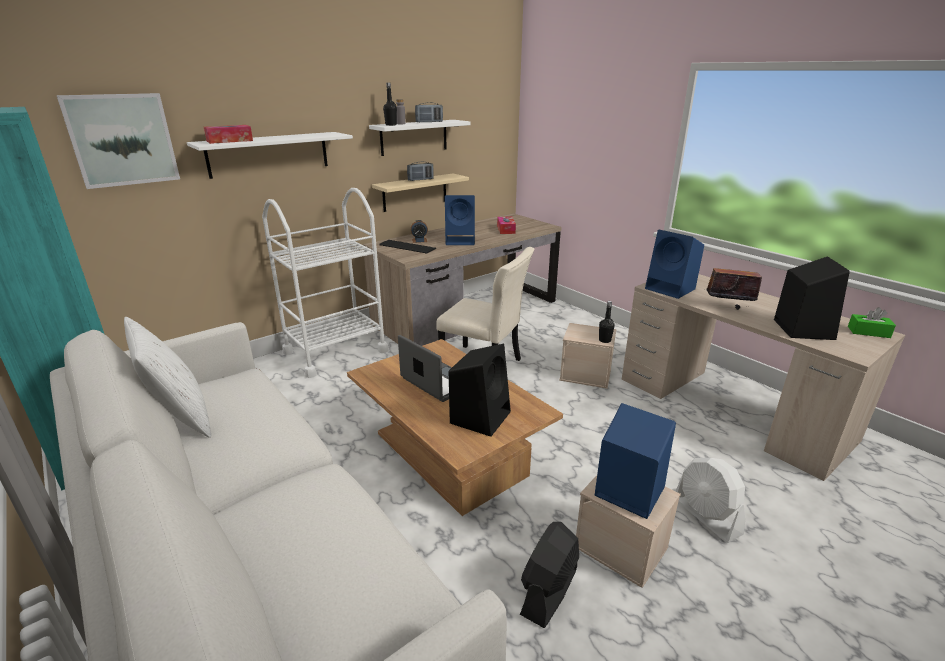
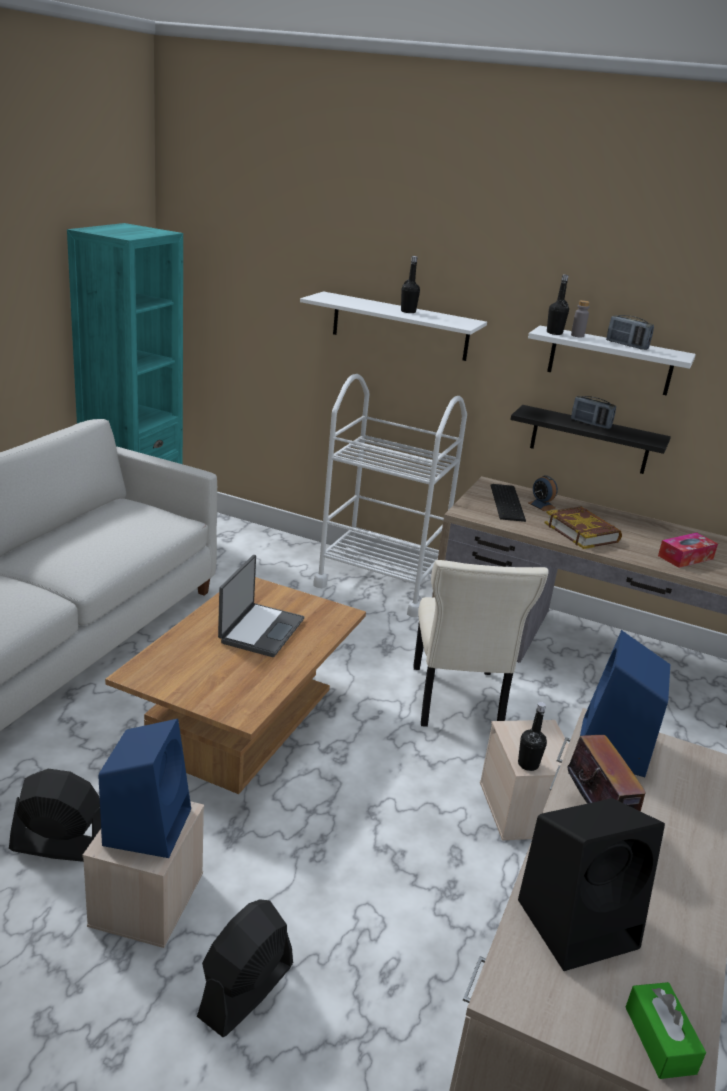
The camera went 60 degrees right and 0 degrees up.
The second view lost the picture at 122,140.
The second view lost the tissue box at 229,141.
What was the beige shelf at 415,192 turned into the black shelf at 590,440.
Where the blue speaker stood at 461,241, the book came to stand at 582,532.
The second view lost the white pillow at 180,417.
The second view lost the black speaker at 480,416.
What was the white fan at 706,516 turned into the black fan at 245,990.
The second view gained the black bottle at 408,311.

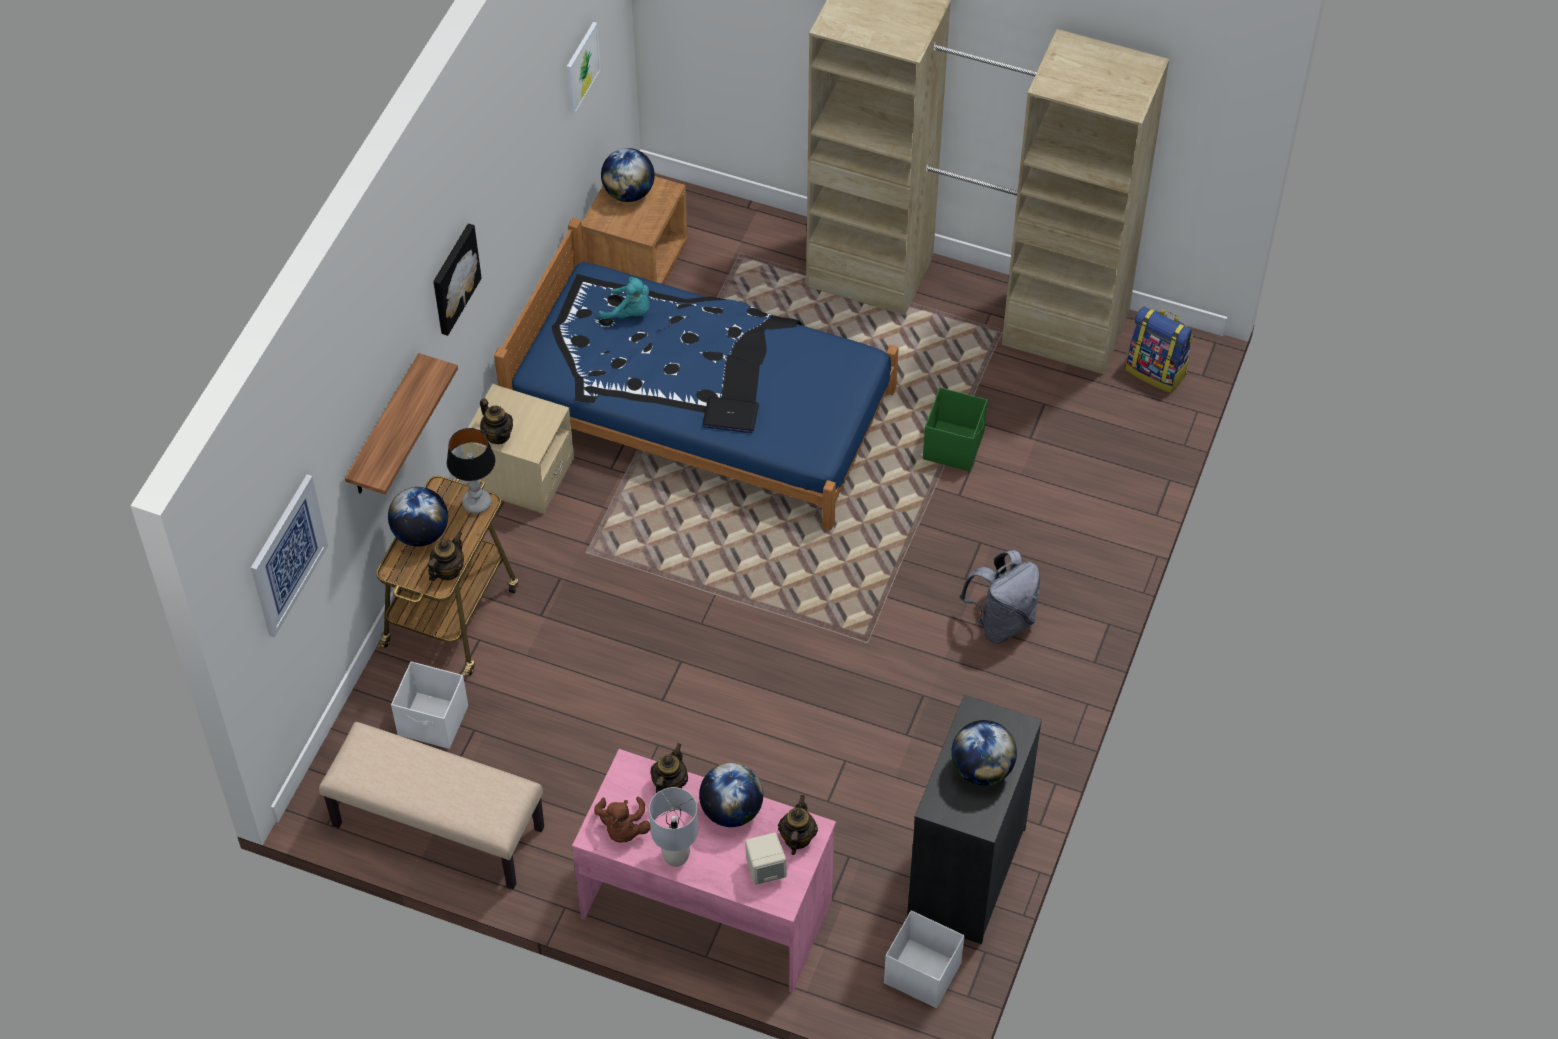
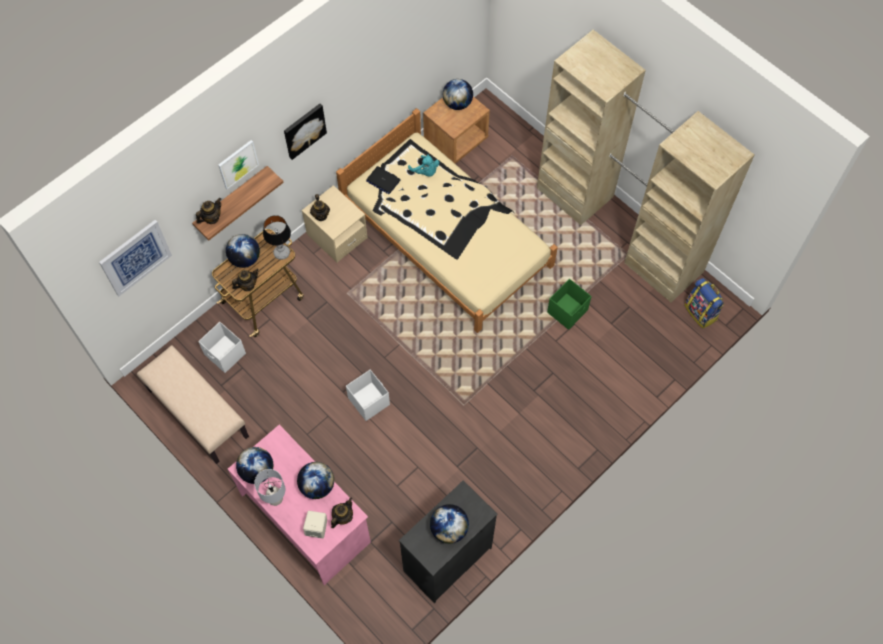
The camera went 25 degrees right and 10 degrees up.
The picture ended up elsewhere, having gone from 581,67 to 238,164.
What was the blue bed at 700,408 turned into the beige bed at 446,236.
The laptop ended up elsewhere, having gone from 730,416 to 383,180.
The second view lost the grey backpack at 1001,621.
The teapot ended up elsewhere, having gone from 669,785 to 211,218.
Where the brown plush toy stood at 623,829, the globe came to stand at 257,471.
The white storage box ended up elsewhere, having gone from 921,972 to 368,401.

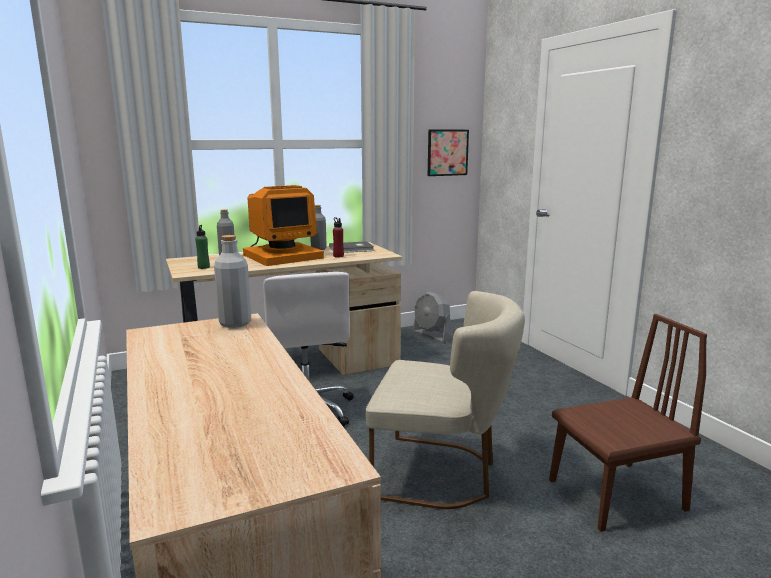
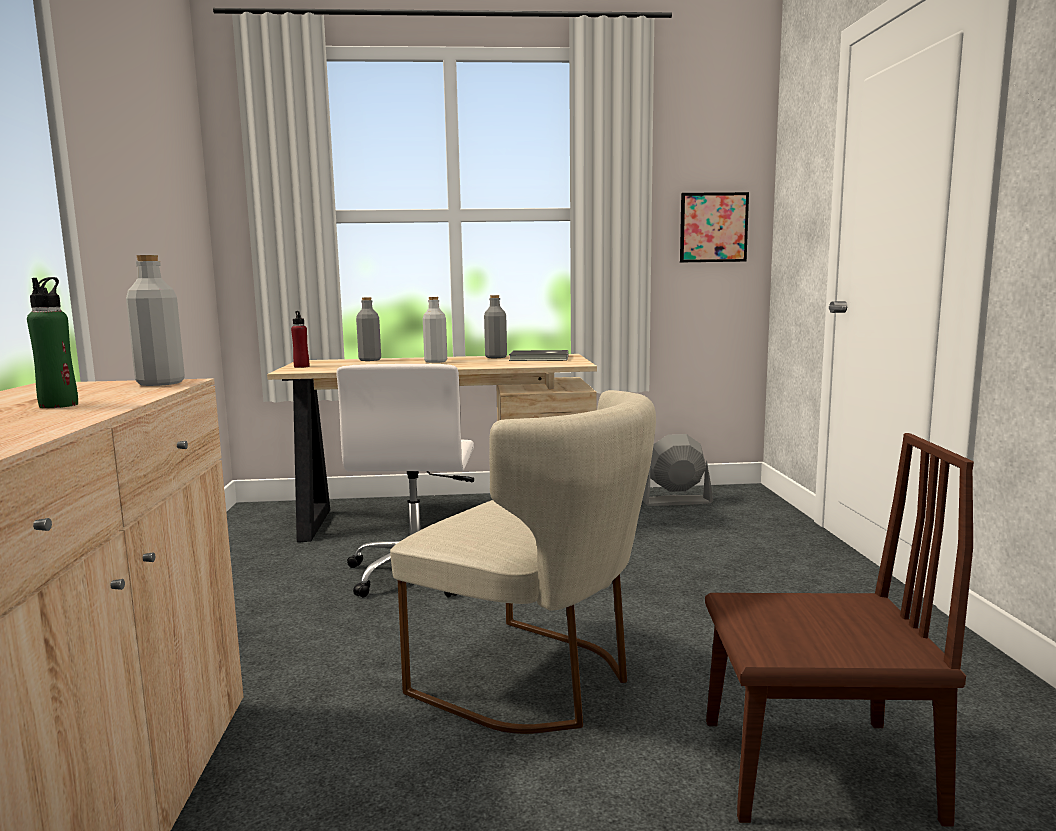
The camera went 20 degrees right and 5 degrees down.
Where the monitor stood at 282,256, the grey bottle came to stand at 436,361.
The red bottle ended up elsewhere, having gone from 338,256 to 301,366.
The green bottle ended up elsewhere, having gone from 203,267 to 59,405.
The grey fan at 432,335 ended up facing another way, 105 degrees clockwise from before.

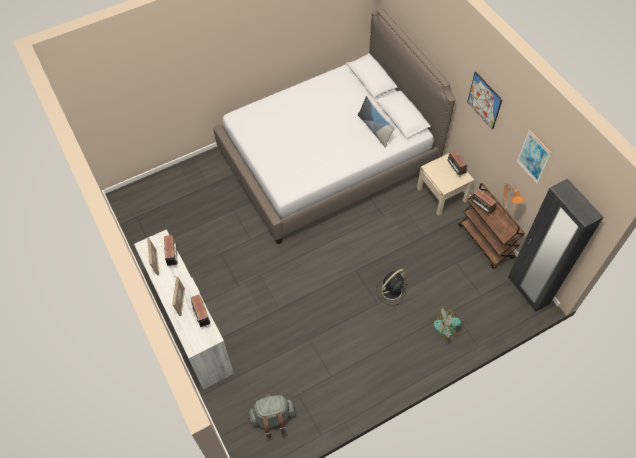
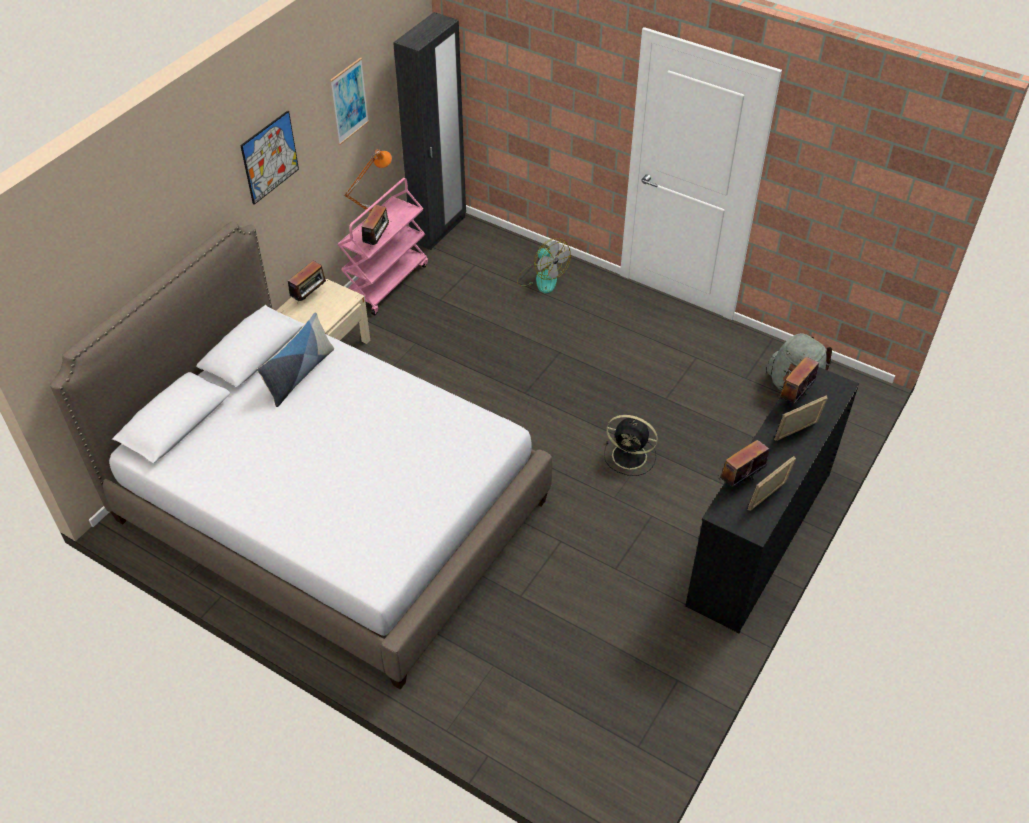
The camera went 120 degrees left and 10 degrees down.
What was the brown cart at 486,242 turned into the pink cart at 386,282.
What was the white dresser at 192,326 turned into the black dresser at 758,538.
The black fan ended up elsewhere, having gone from 391,291 to 631,456.

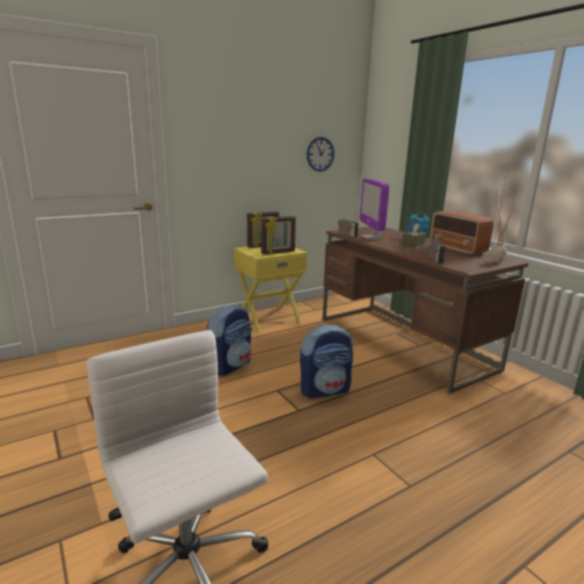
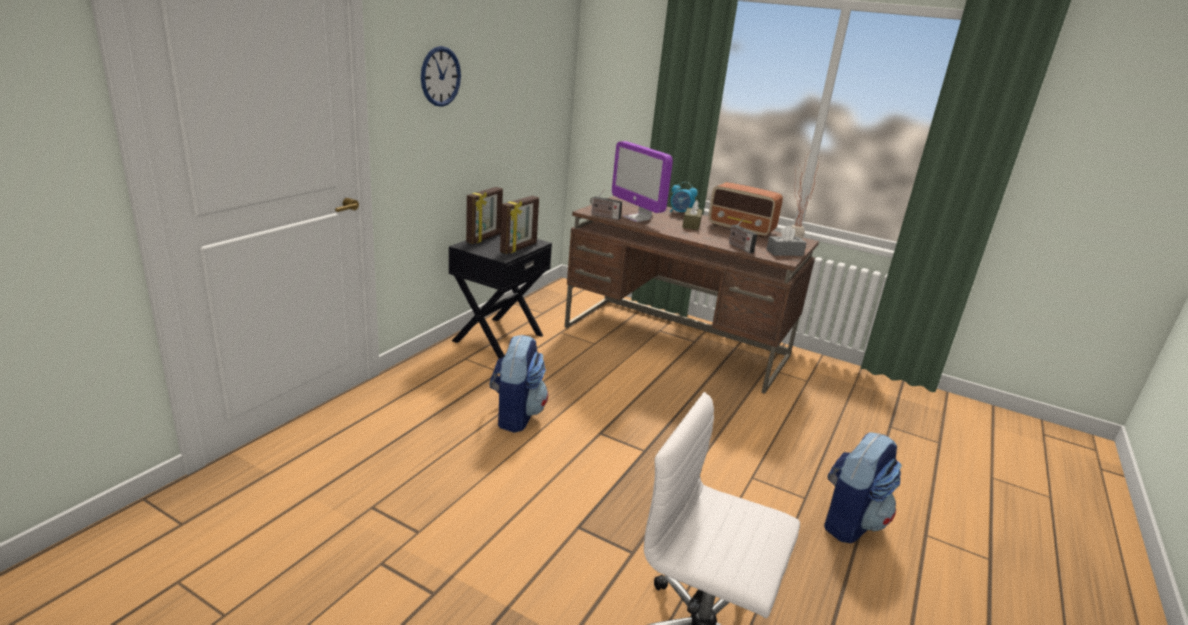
The camera went 30 degrees left and 5 degrees up.
The wall clock ended up elsewhere, having gone from 320,154 to 440,76.
What was the yellow nightstand at 268,319 turned into the black nightstand at 497,337.
The backpack ended up elsewhere, having gone from 325,390 to 849,522.
The second view gained the grey tissue box at 784,252.

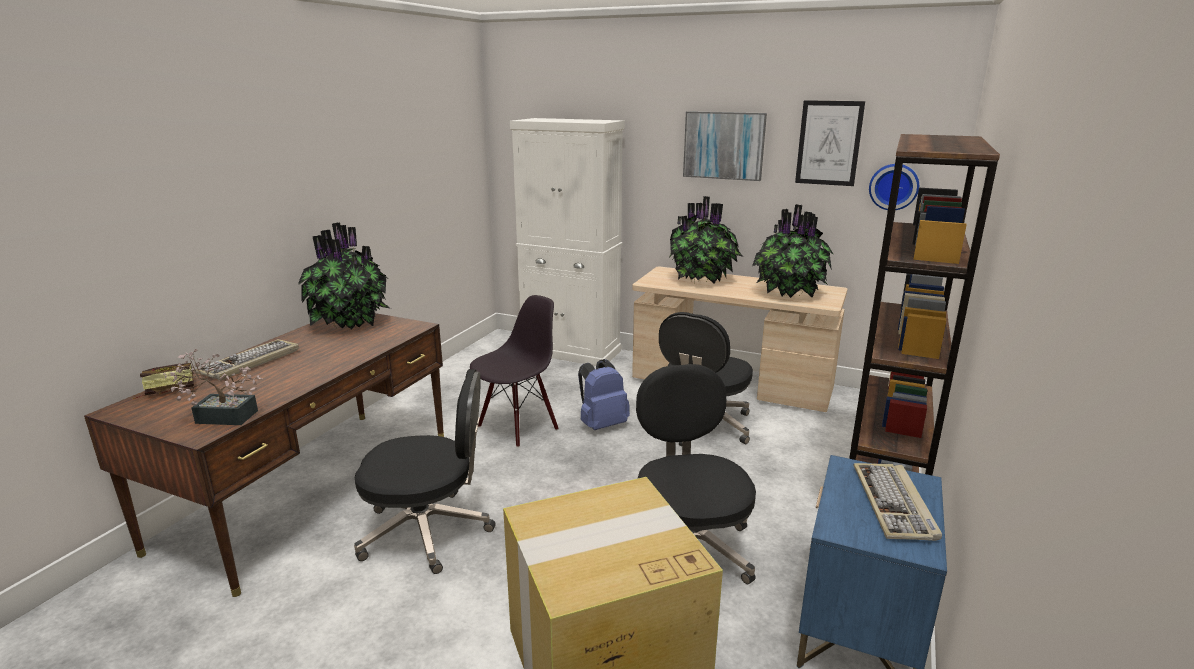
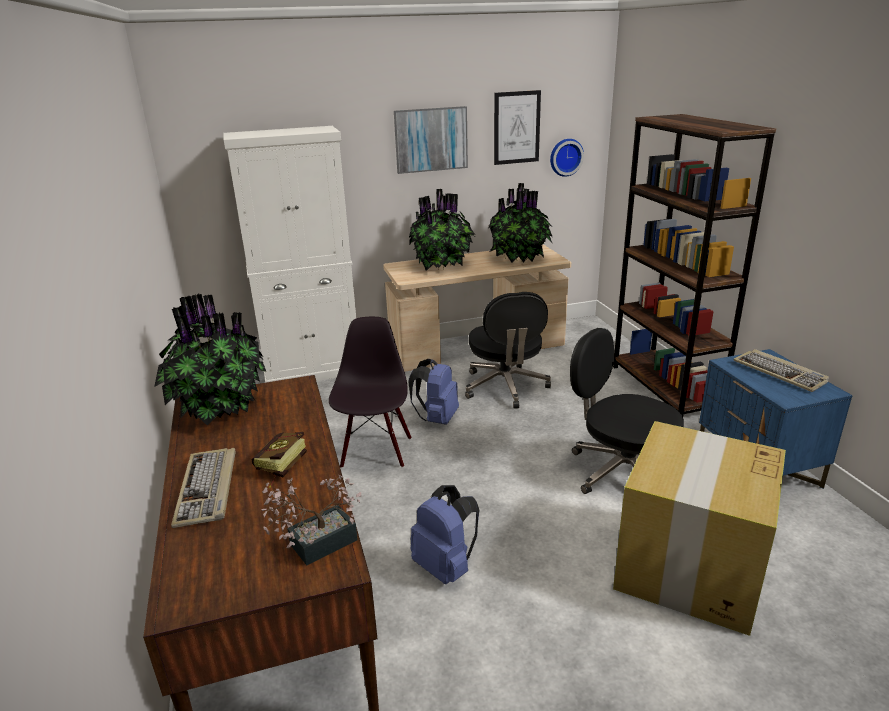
The camera went 40 degrees left and 5 degrees up.
The book ended up elsewhere, having gone from 164,390 to 279,468.
Where the black office chair stood at 428,531, the blue backpack came to stand at 446,567.

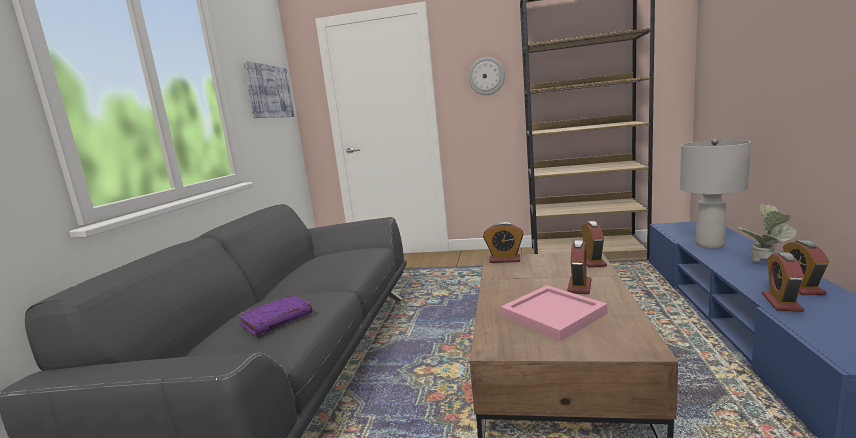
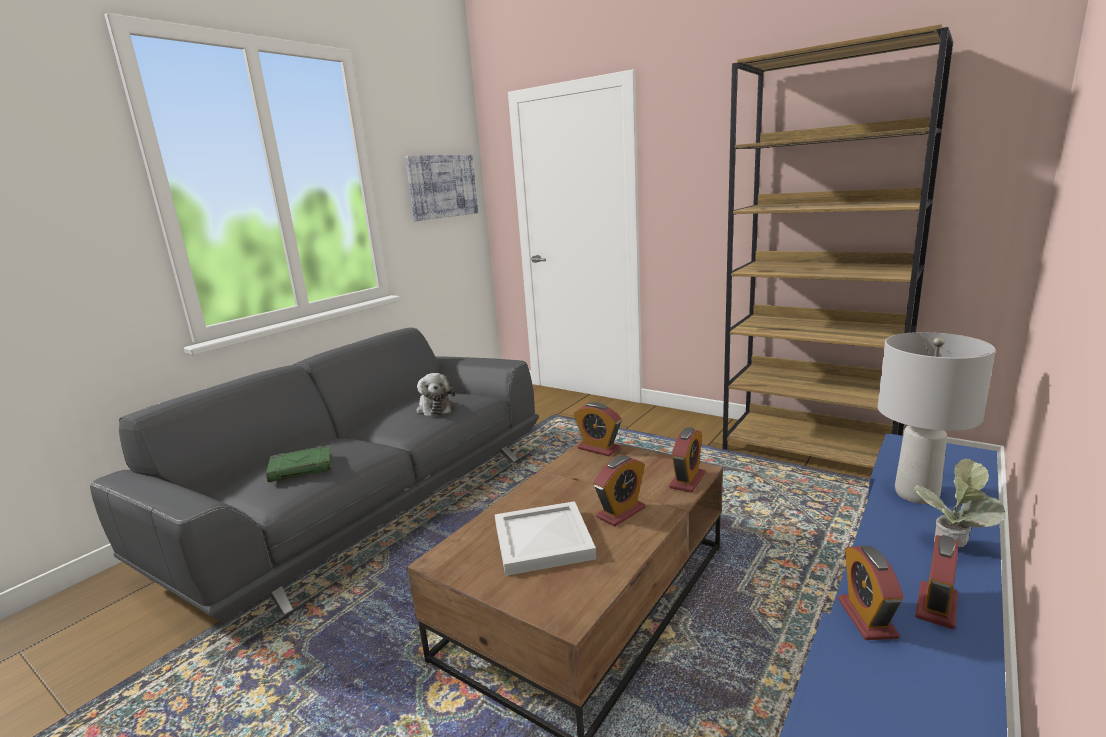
The camera went 25 degrees right and 5 degrees up.
The second view lost the wall clock at 486,76.
The alarm clock at 781,302 ended up facing another way, 45 degrees counterclockwise from before.
What was the pink tray at 552,314 turned into the white tray at 544,540.
What was the purple book at 277,318 turned into the green book at 302,468.
The second view gained the plush toy at 435,408.

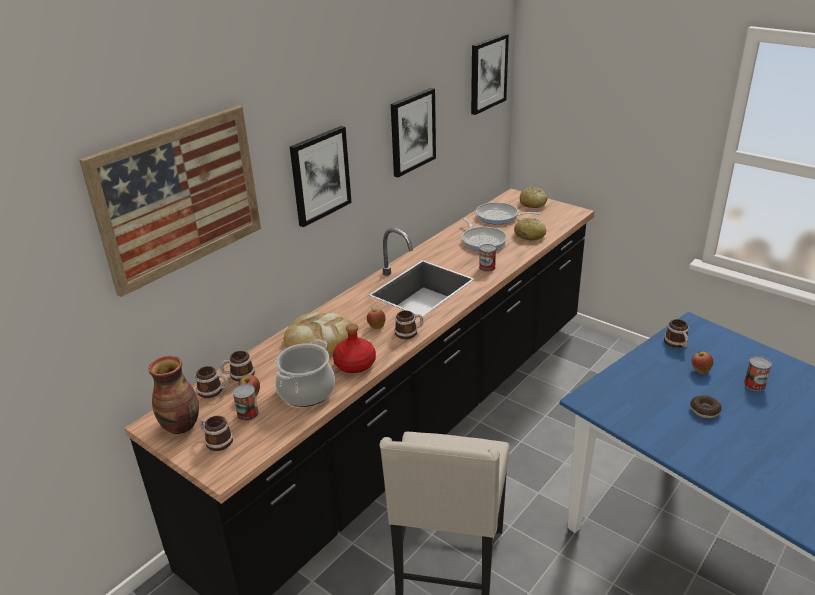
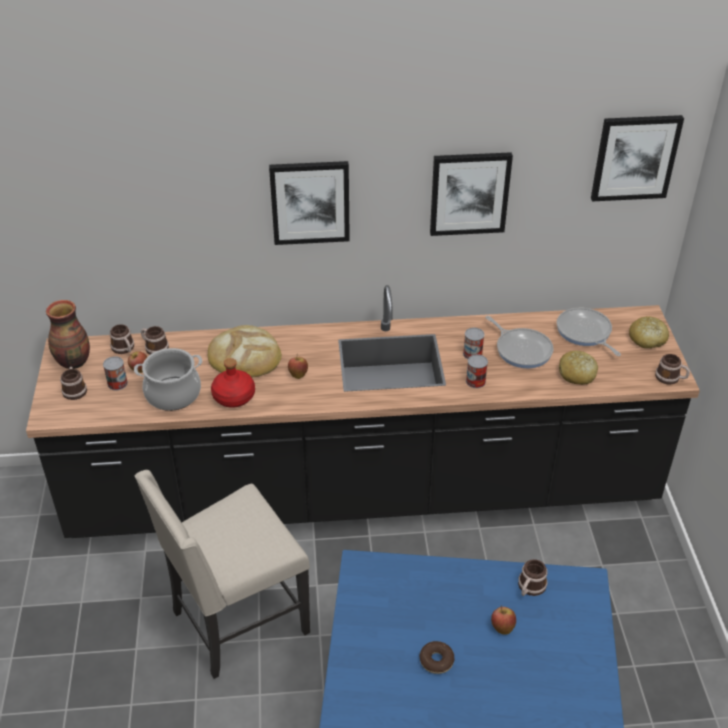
The camera went 45 degrees right and 10 degrees up.
The second view lost the picture at 179,197.
The frying pan at 482,240 ended up facing another way, 60 degrees counterclockwise from before.
The mug ended up elsewhere, having gone from 409,332 to 670,378.
The can ended up elsewhere, having gone from 754,384 to 472,354.

